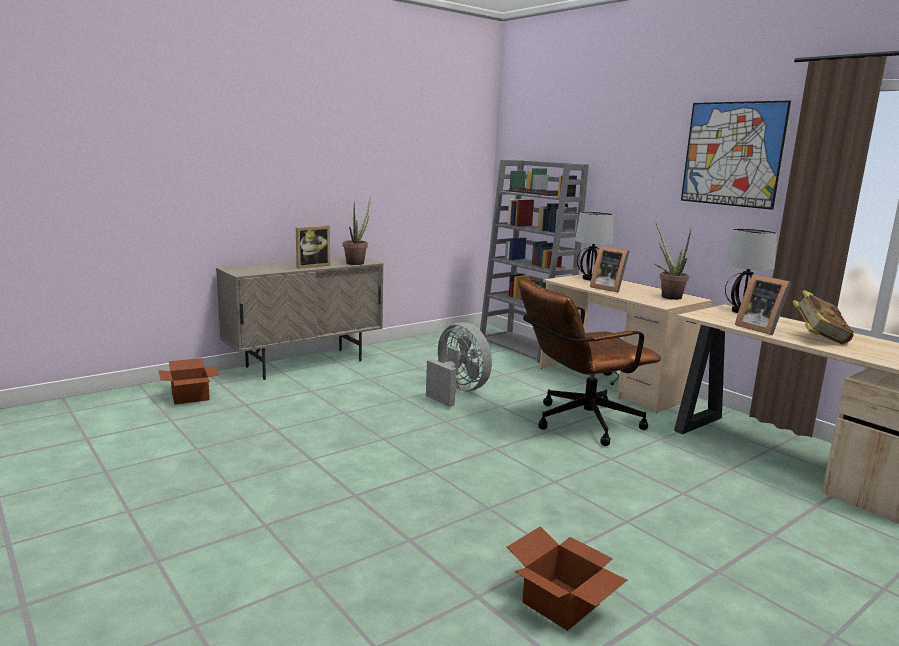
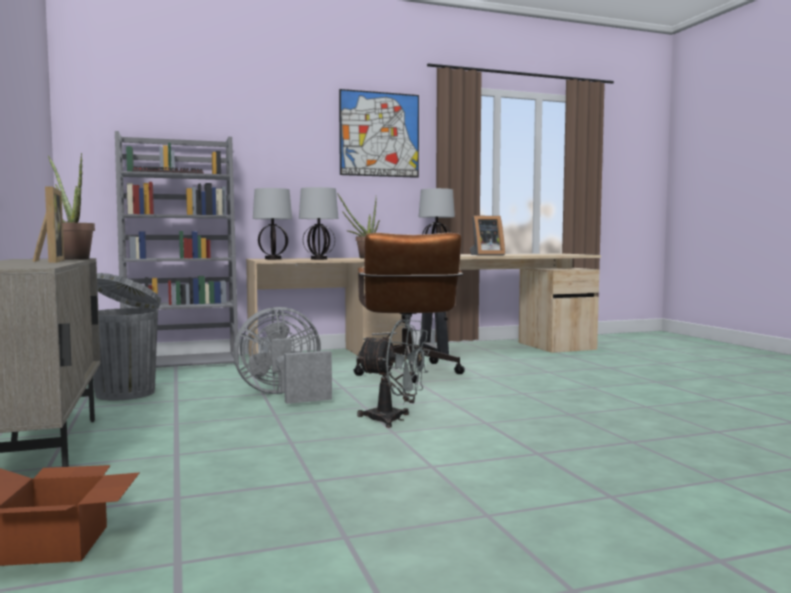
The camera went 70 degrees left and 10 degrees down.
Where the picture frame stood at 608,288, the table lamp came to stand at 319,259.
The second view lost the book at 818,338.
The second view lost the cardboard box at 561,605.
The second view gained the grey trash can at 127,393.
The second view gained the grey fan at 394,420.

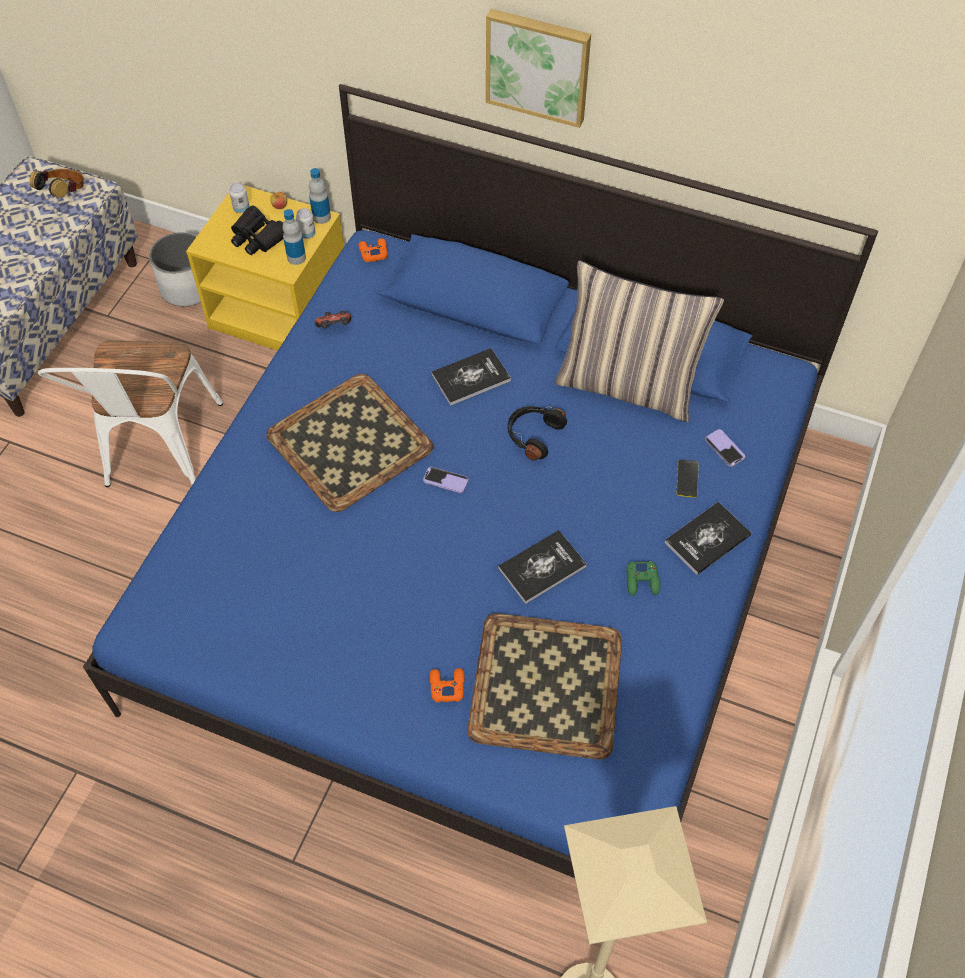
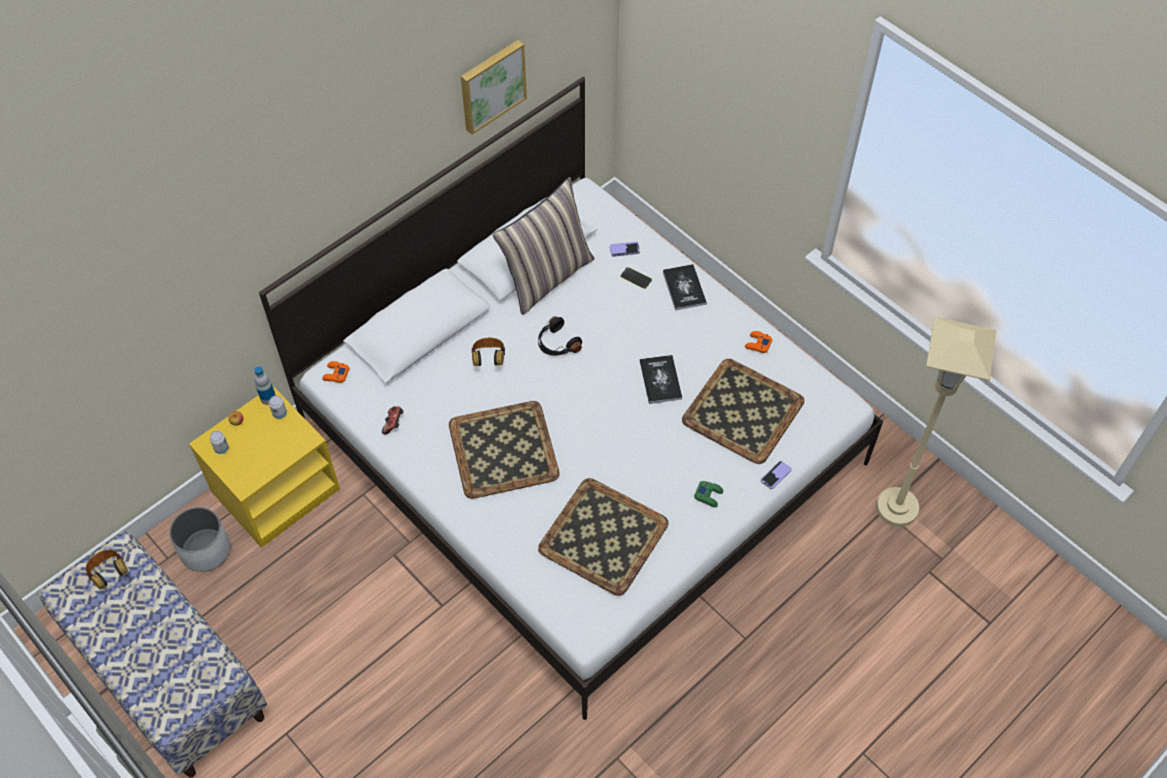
The camera went 65 degrees left and 0 degrees up.
The picture ended up elsewhere, having gone from 538,65 to 491,85.
What was the blue bed at 483,564 turned into the white bed at 583,445.
The second view lost the black binoculars at 258,237.
The second view lost the bottle at 296,257.
The second view lost the white chair at 158,452.
Where the book stood at 471,378, the headphones came to stand at 489,359.
The phone ended up elsewhere, having gone from 445,480 to 776,475.
The green game controller ended up elsewhere, having gone from 642,581 to 708,495.
The orange game controller ended up elsewhere, having gone from 447,686 to 757,344.
The second view gained the tray at 602,536.

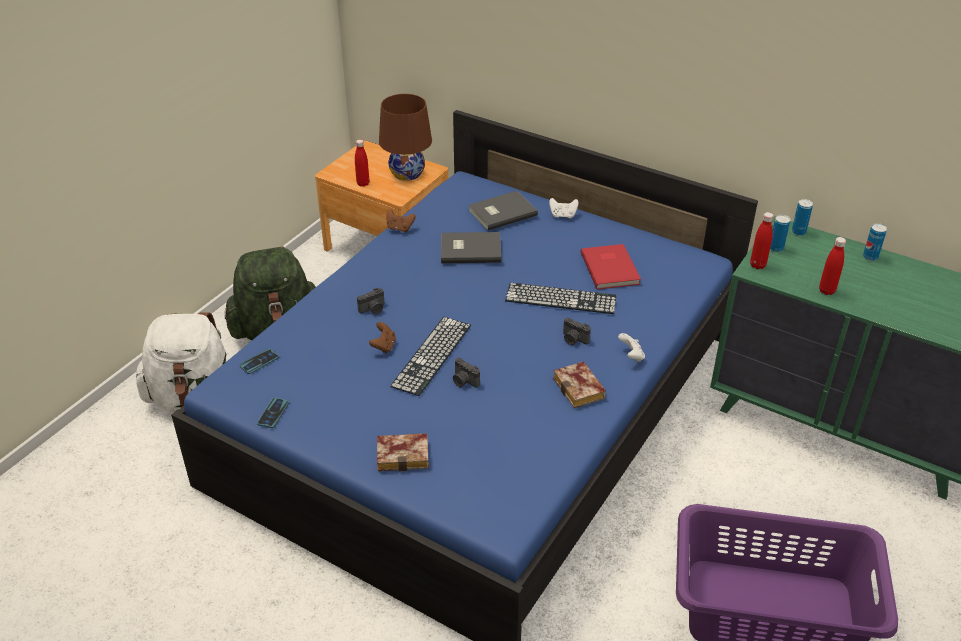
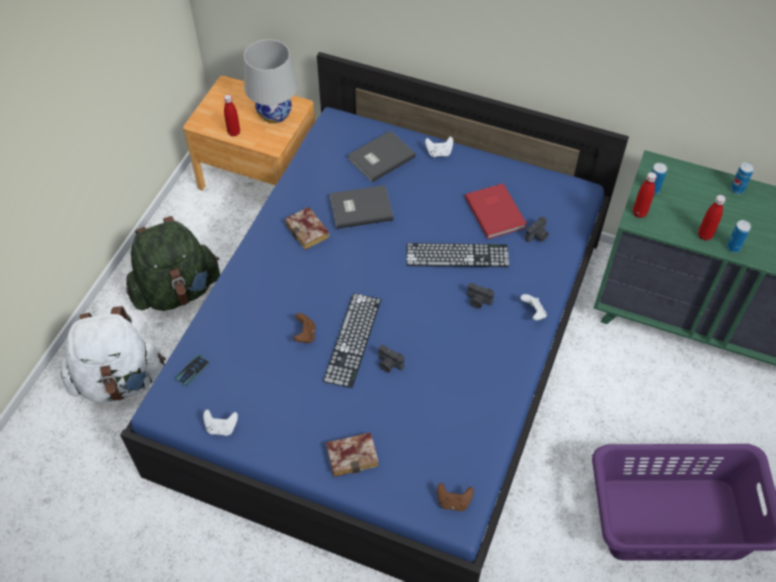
The camera went 10 degrees left and 15 degrees up.
What was the brown table lamp at 407,173 turned into the white table lamp at 275,113.
The can ended up elsewhere, having gone from 798,232 to 733,247.
The brown game controller ended up elsewhere, having gone from 400,228 to 453,501.
The photo camera ended up elsewhere, having gone from 373,309 to 537,236.
The book ended up elsewhere, having gone from 581,389 to 309,231.
Where the phone stood at 273,413, the white game controller came to stand at 221,427.

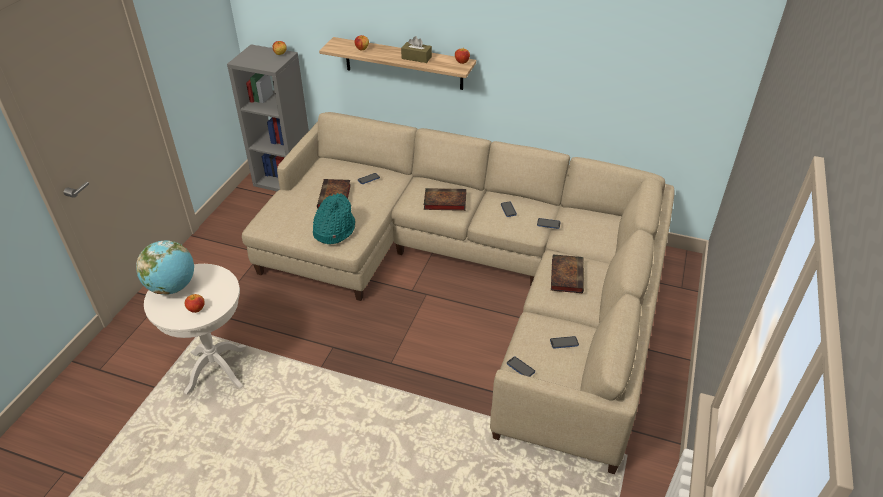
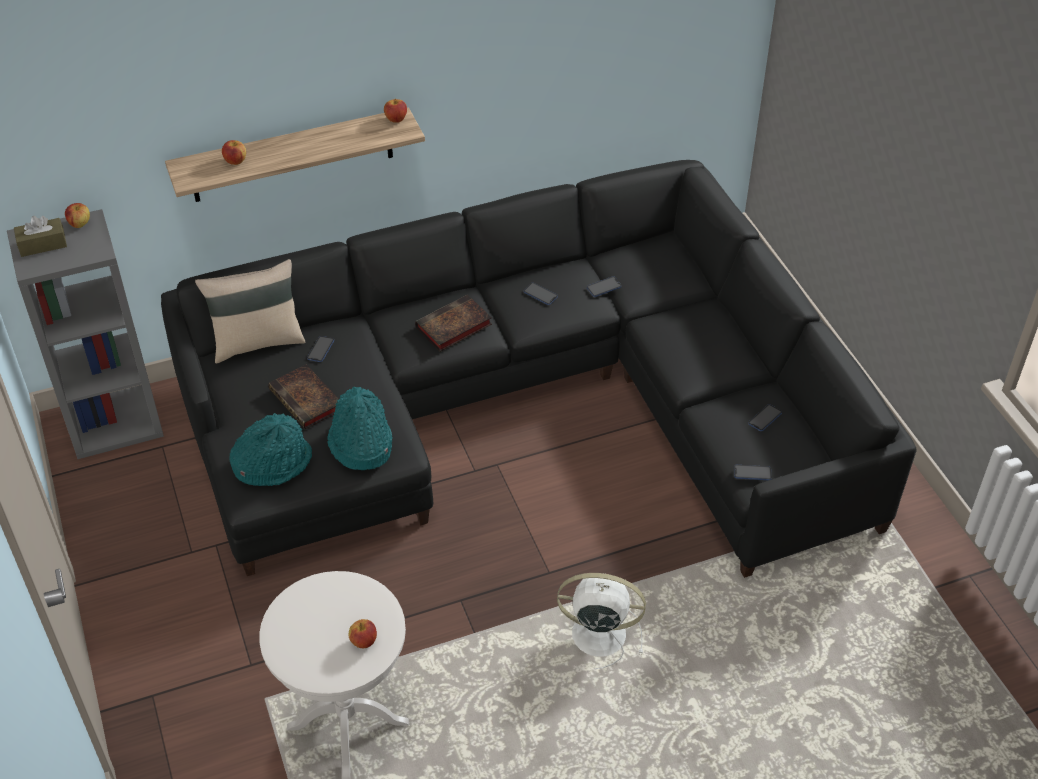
The camera went 40 degrees left and 5 degrees up.
The brown tissue box ended up elsewhere, having gone from 416,58 to 42,244.
What was the beige sofa at 474,276 turned into the black sofa at 528,407.
The second view lost the globe at 172,287.
The second view lost the book at 566,275.
The second view gained the beige pillow at 257,342.
The second view gained the turquoise hat at 272,462.
The second view gained the white fan at 596,634.

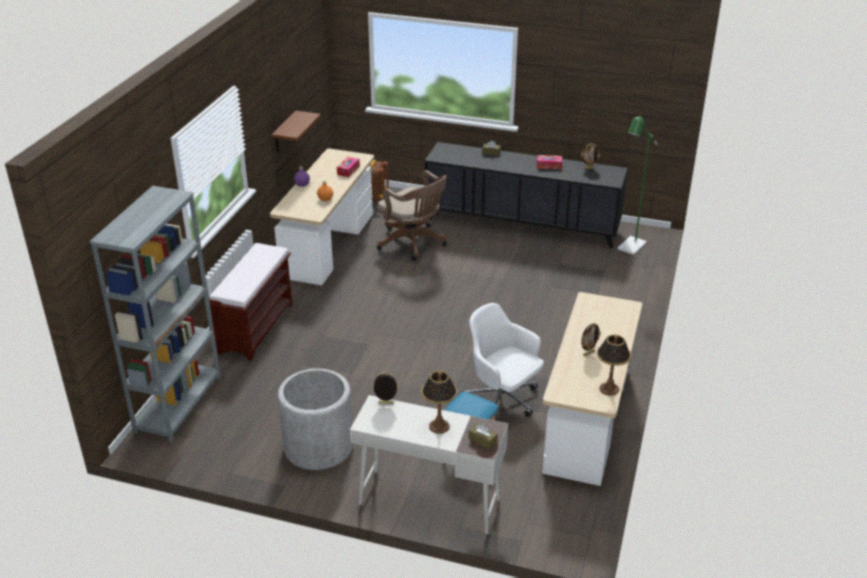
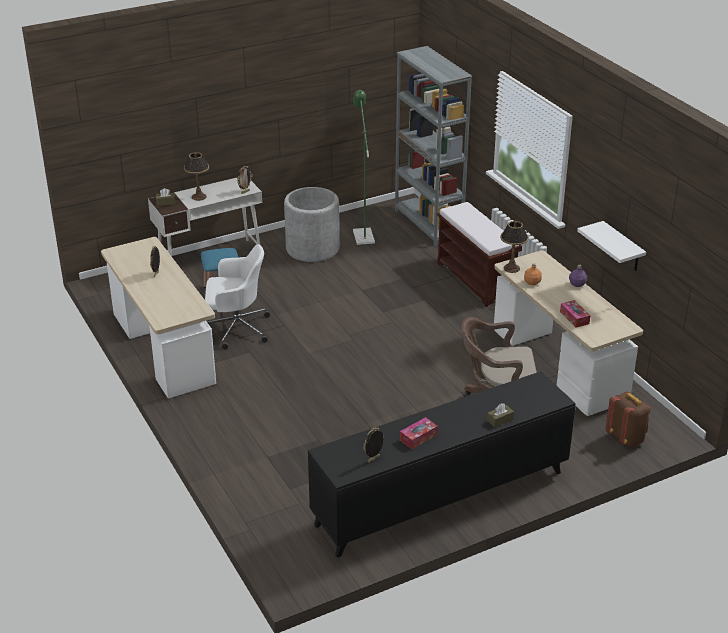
The camera went 135 degrees right and 0 degrees up.
What was the brown shelf at 284,132 turned into the white shelf at 622,247.
The green floor lamp ended up elsewhere, having gone from 629,248 to 362,234.
The table lamp ended up elsewhere, having gone from 609,389 to 512,268.

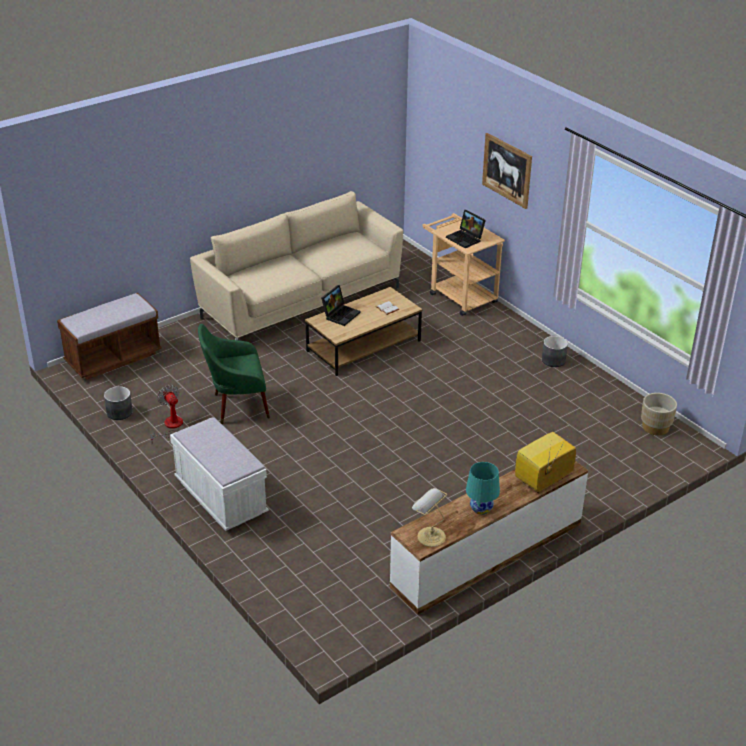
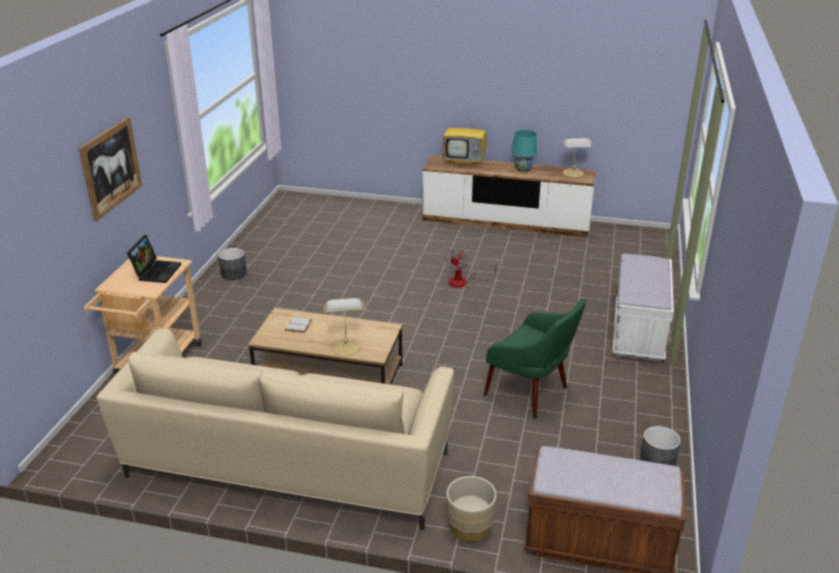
The camera went 130 degrees left and 5 degrees down.
Where the laptop stood at 340,314, the table lamp came to stand at 345,346.
The fan ended up elsewhere, having gone from 170,427 to 464,281.
The beige planter ended up elsewhere, having gone from 655,427 to 469,527.

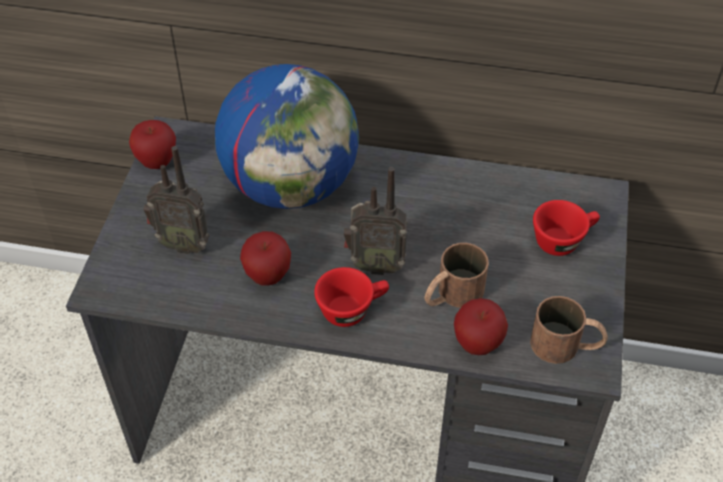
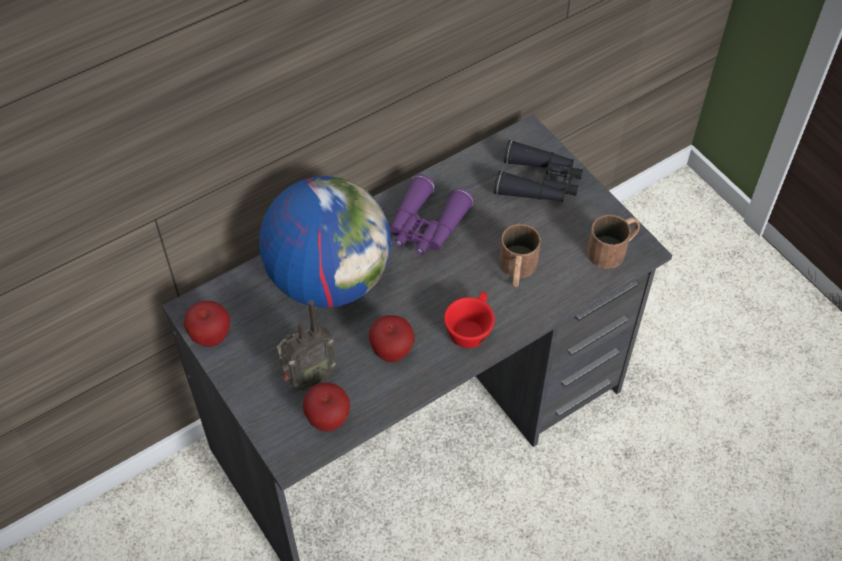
The camera went 45 degrees left and 5 degrees up.
The second view lost the radio at 375,264.
Where the red cup stood at 563,240, the black binoculars came to stand at 539,182.
The apple ended up elsewhere, having gone from 477,344 to 328,420.
The second view gained the purple binoculars at 426,226.

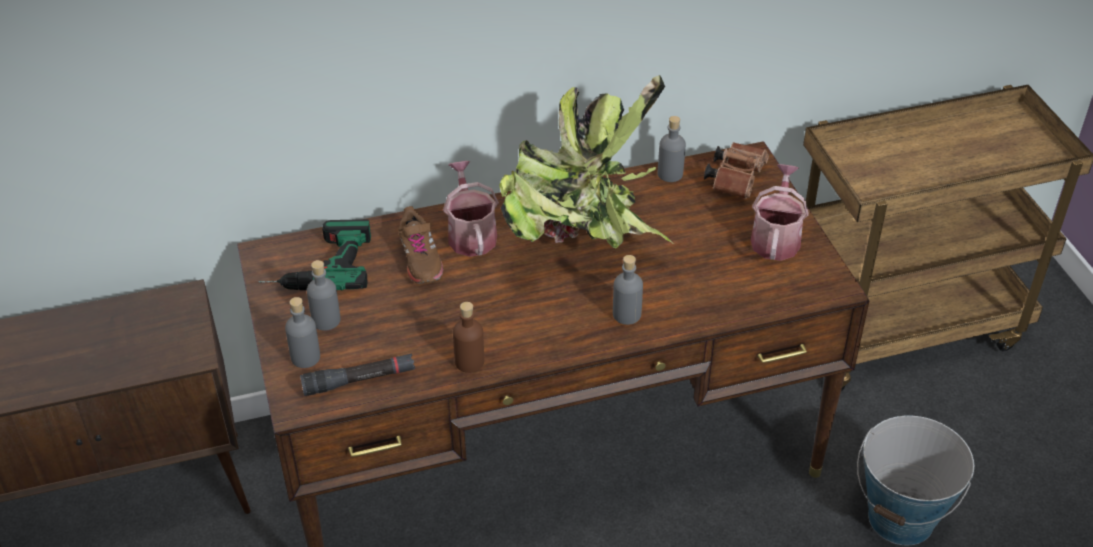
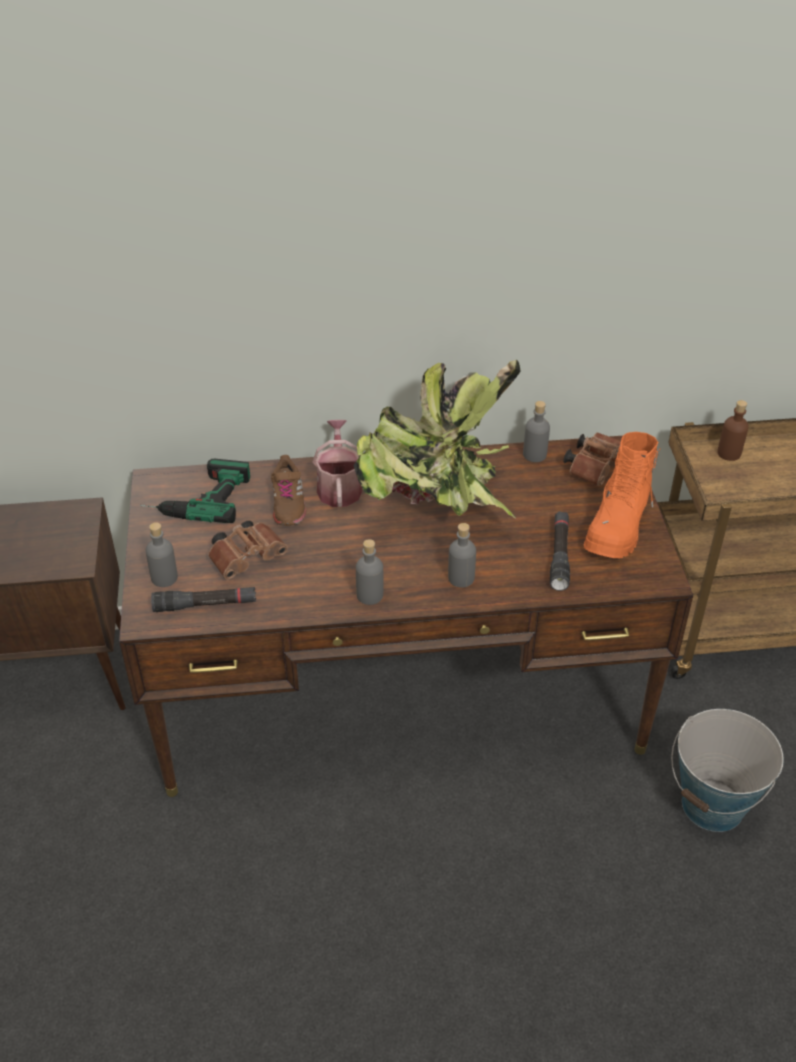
The camera went 10 degrees right and 0 degrees up.
Where the watering can stood at 776,238, the orange boot came to stand at 618,525.
The grey bottle ended up elsewhere, having gone from 326,320 to 370,595.
The brown bottle ended up elsewhere, having gone from 469,362 to 729,453.
The second view gained the black flashlight at 559,555.
The second view gained the brown binoculars at 248,557.

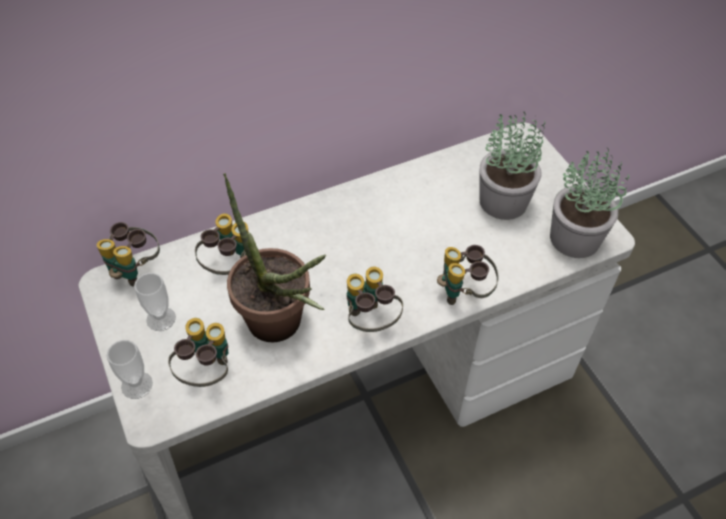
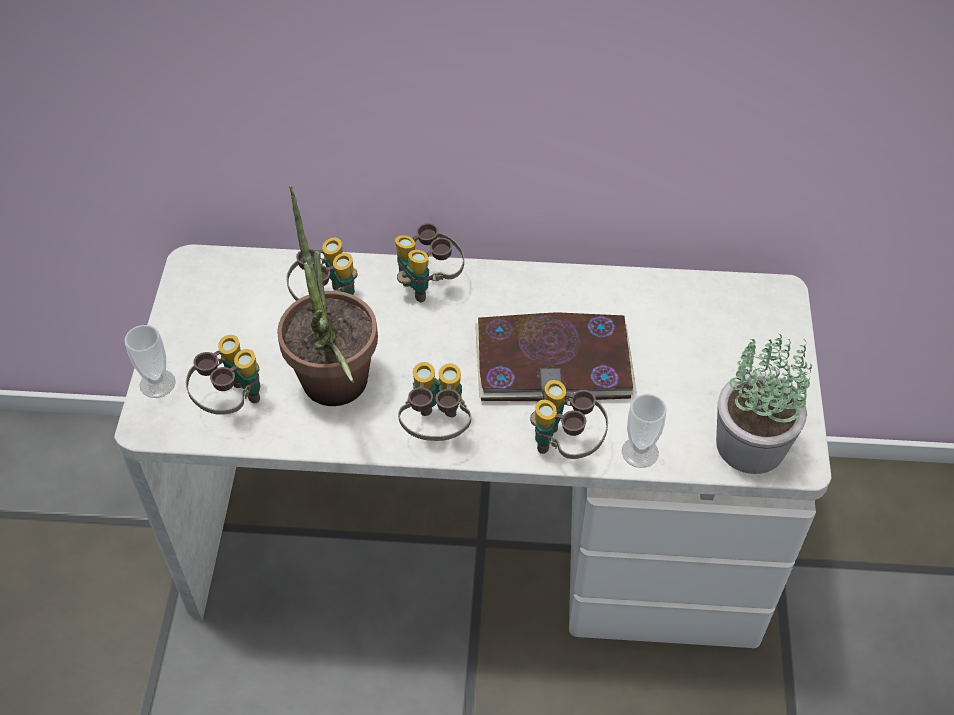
The camera went 30 degrees right and 0 degrees up.
The second view lost the potted plant at 504,200.
The binoculars ended up elsewhere, having gone from 135,269 to 428,283.
The cup ended up elsewhere, having gone from 161,319 to 640,452.
The second view gained the book at 554,362.

